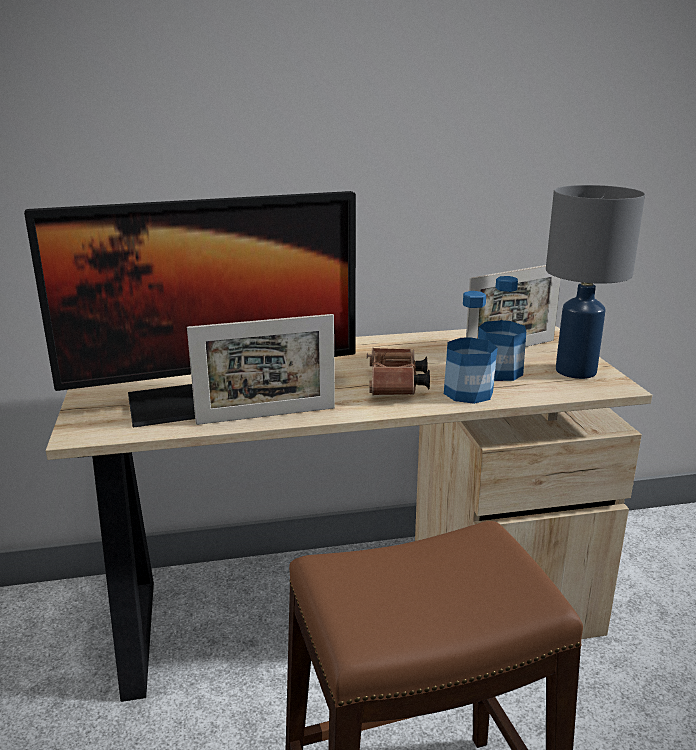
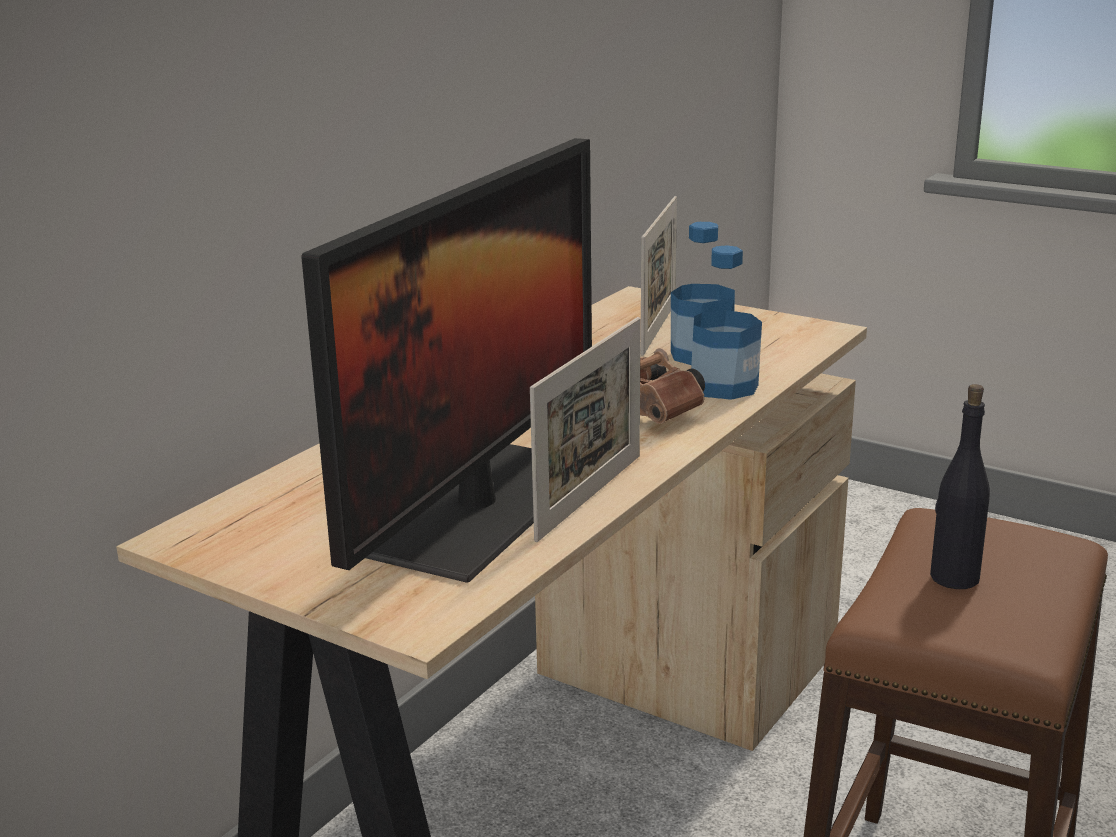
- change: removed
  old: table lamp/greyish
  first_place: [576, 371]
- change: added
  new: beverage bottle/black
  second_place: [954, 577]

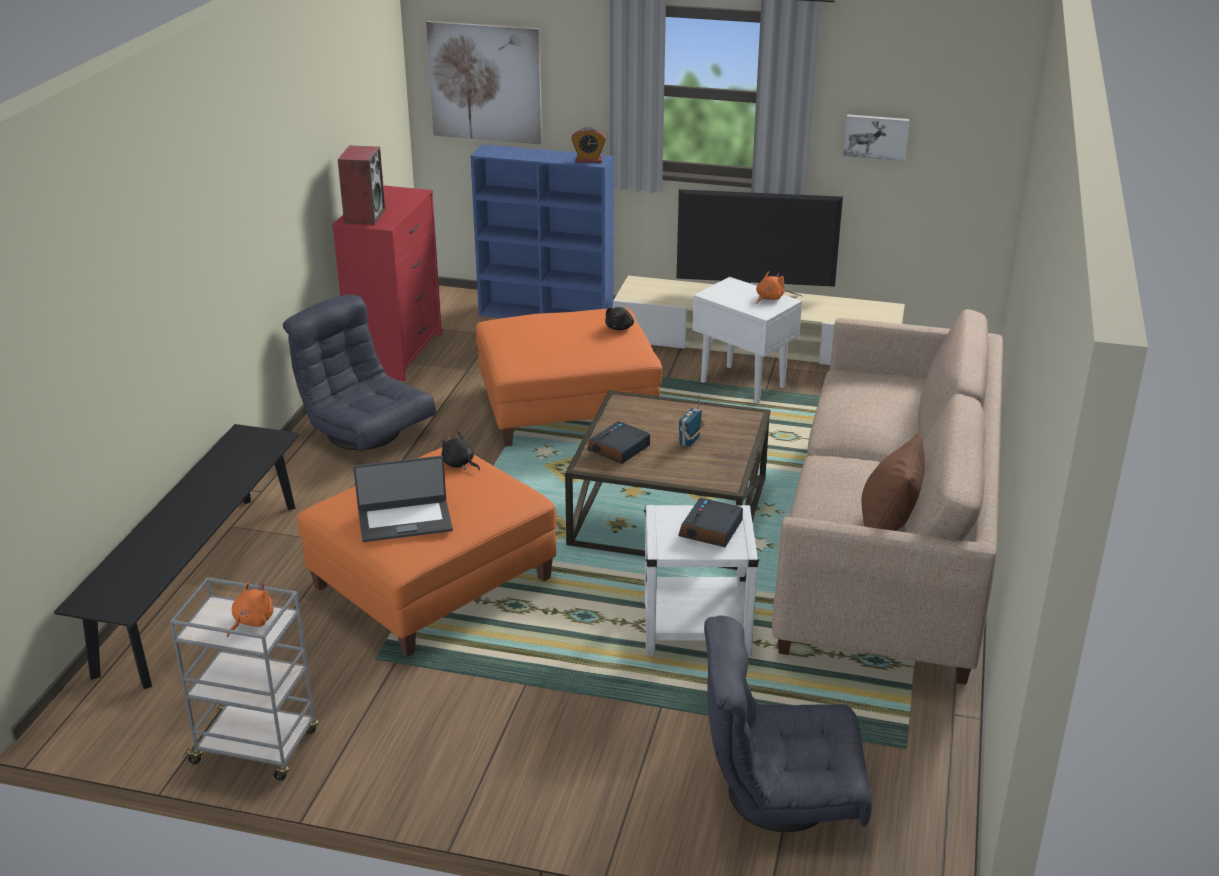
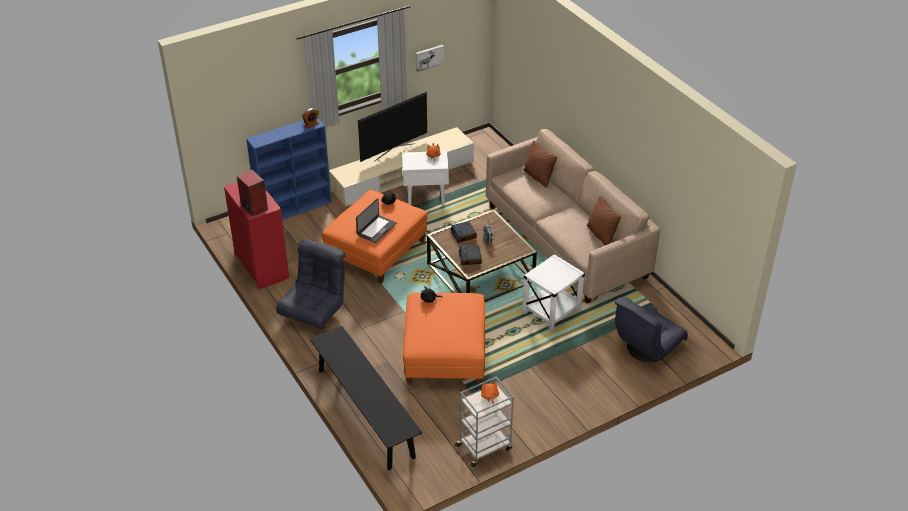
- change: removed
  old: wall art
  first_place: [485, 82]
- change: added
  new: throw pillow/brown
  second_place: [538, 177]
- change: moved
  old: notebook computer
  first_place: [405, 521]
  second_place: [376, 229]
- change: moved
  old: alarm clock
  first_place: [711, 530]
  second_place: [464, 234]
- change: turned
  old: easy chair/greyish
  first_place: [365, 432]
  second_place: [315, 311]
  degrees: 120

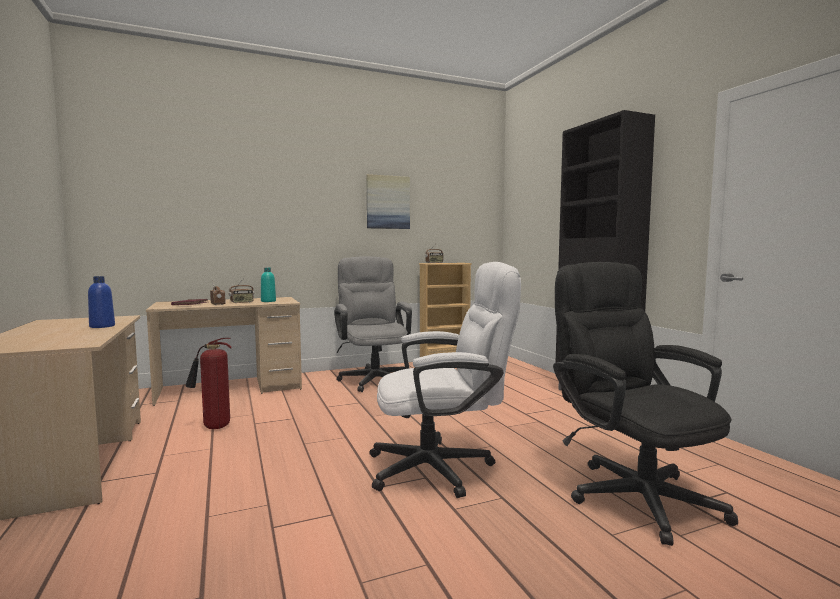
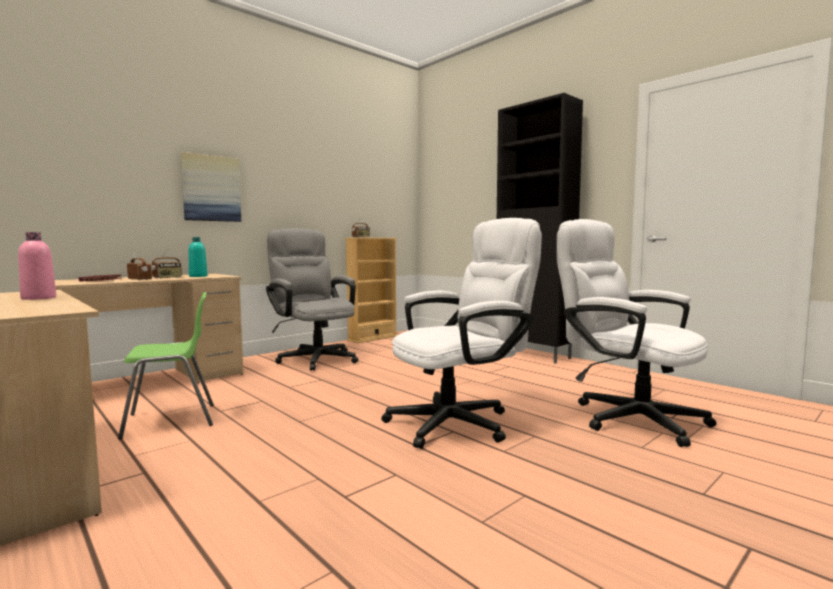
- change: moved
  old: wall art
  first_place: [388, 202]
  second_place: [211, 188]
- change: replaced
  old: extinguisher
  new: upright chair/greenish
  first_place: [213, 427]
  second_place: [171, 420]
- change: recoloured
  old: beverage bottle/blue-coloured
  new: beverage bottle/pinkish
  first_place: [102, 326]
  second_place: [38, 298]
- change: recoloured
  old: computer chair/black
  new: computer chair/white-coloured
  first_place: [632, 492]
  second_place: [627, 416]

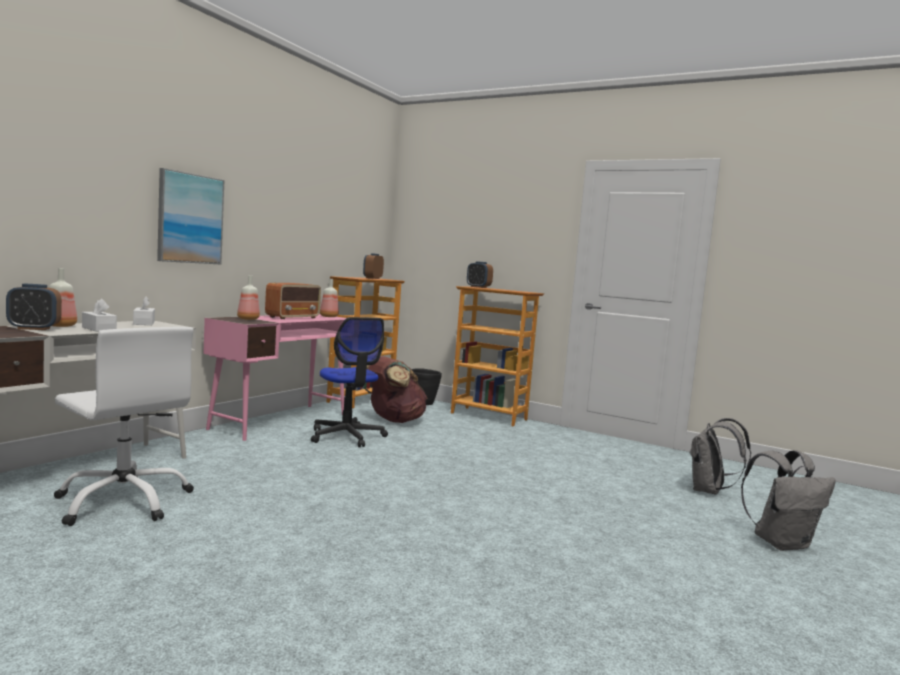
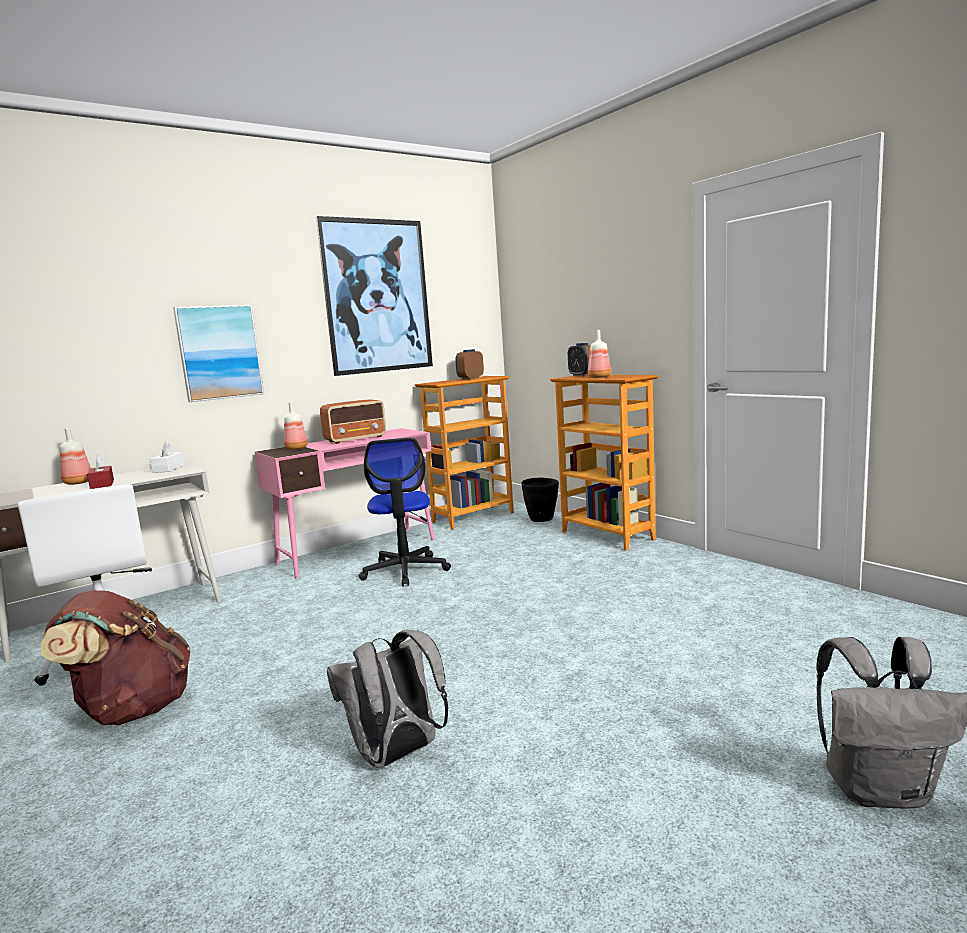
- change: removed
  old: alarm clock
  first_place: [34, 328]
- change: added
  new: wall art
  second_place: [377, 296]
- change: moved
  old: beverage bottle
  first_place: [328, 316]
  second_place: [599, 377]
- change: moved
  old: rucksack/brown
  first_place: [394, 420]
  second_place: [132, 710]
- change: moved
  old: rucksack/greyish
  first_place: [709, 491]
  second_place: [397, 755]
- change: recoloured
  old: tissue box/white-coloured
  new: tissue box/reddish
  first_place: [99, 329]
  second_place: [102, 484]

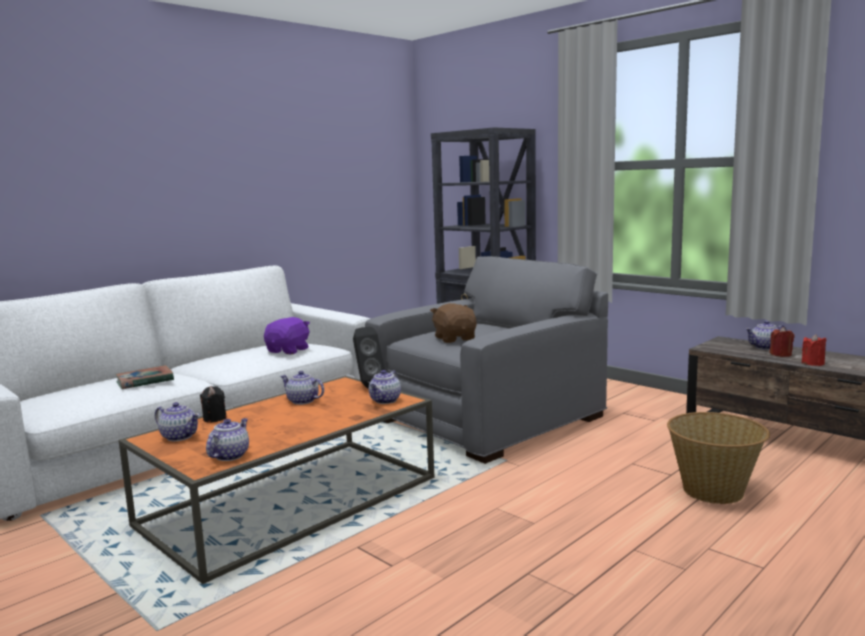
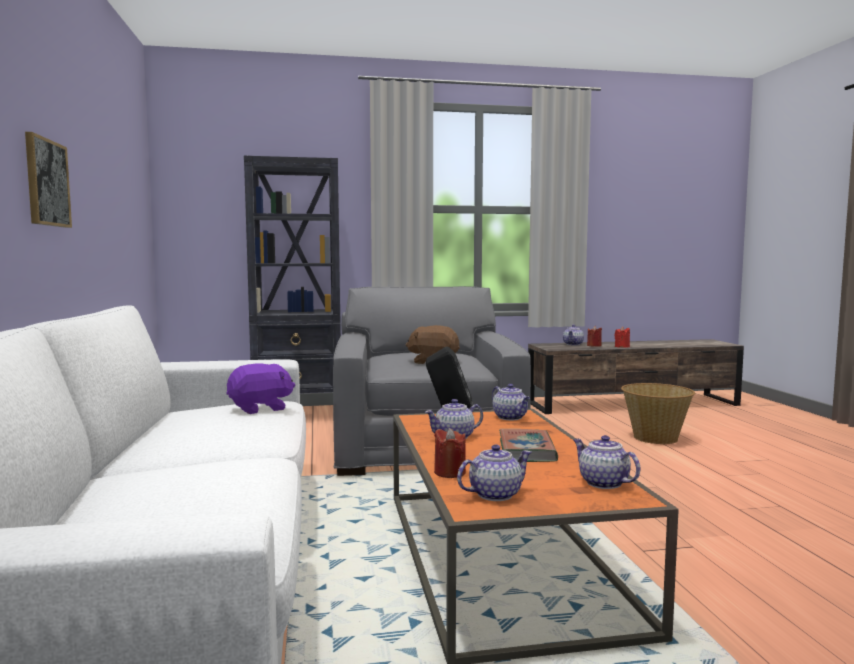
- change: added
  new: wall art
  second_place: [46, 183]
- change: moved
  old: volume
  first_place: [145, 381]
  second_place: [526, 451]
- change: recoloured
  old: candle/black
  new: candle/reddish
  first_place: [214, 418]
  second_place: [449, 472]
- change: turned
  old: cuddly toy/purplish
  first_place: [289, 350]
  second_place: [260, 409]
  degrees: 90

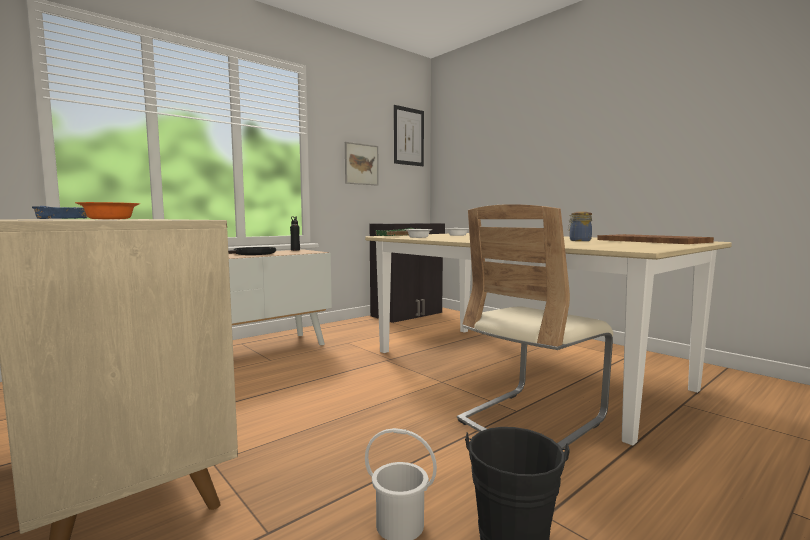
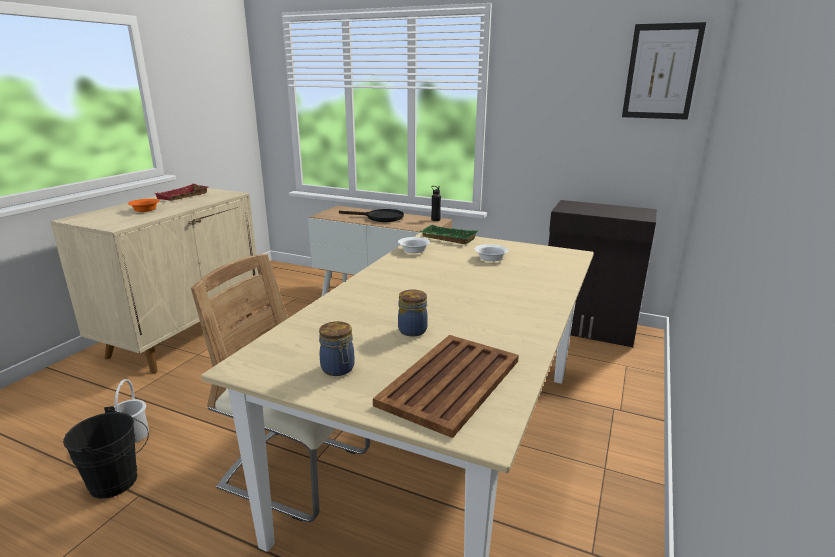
- change: removed
  old: wall art
  first_place: [361, 164]
- change: added
  new: jar
  second_place: [338, 369]
- change: recoloured
  old: carrying tray/blue-coloured
  new: carrying tray/reddish
  first_place: [68, 218]
  second_place: [183, 196]

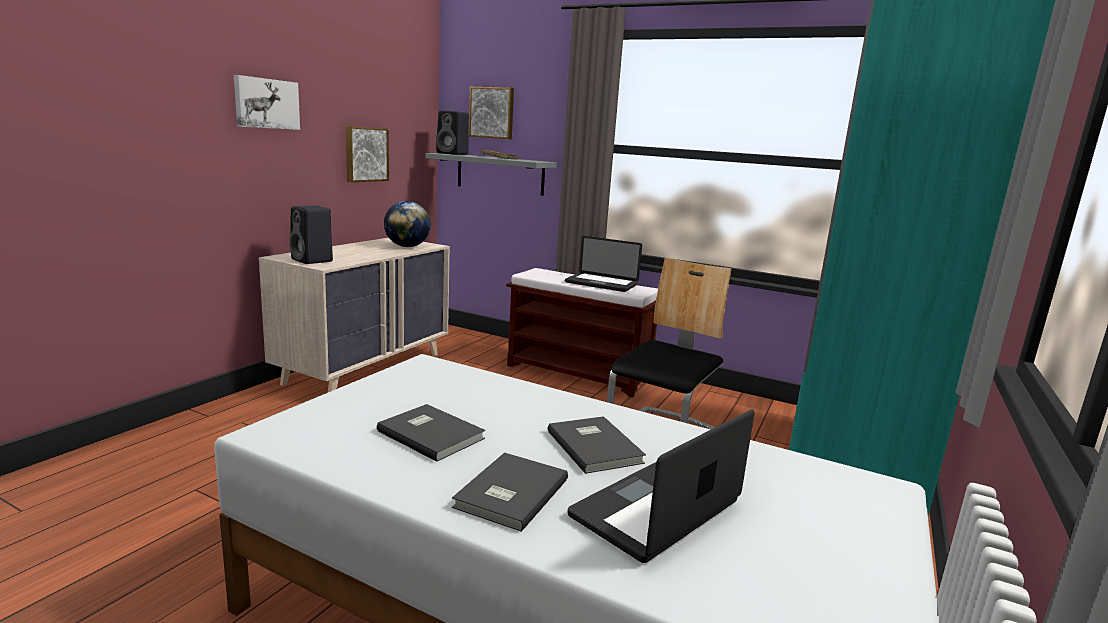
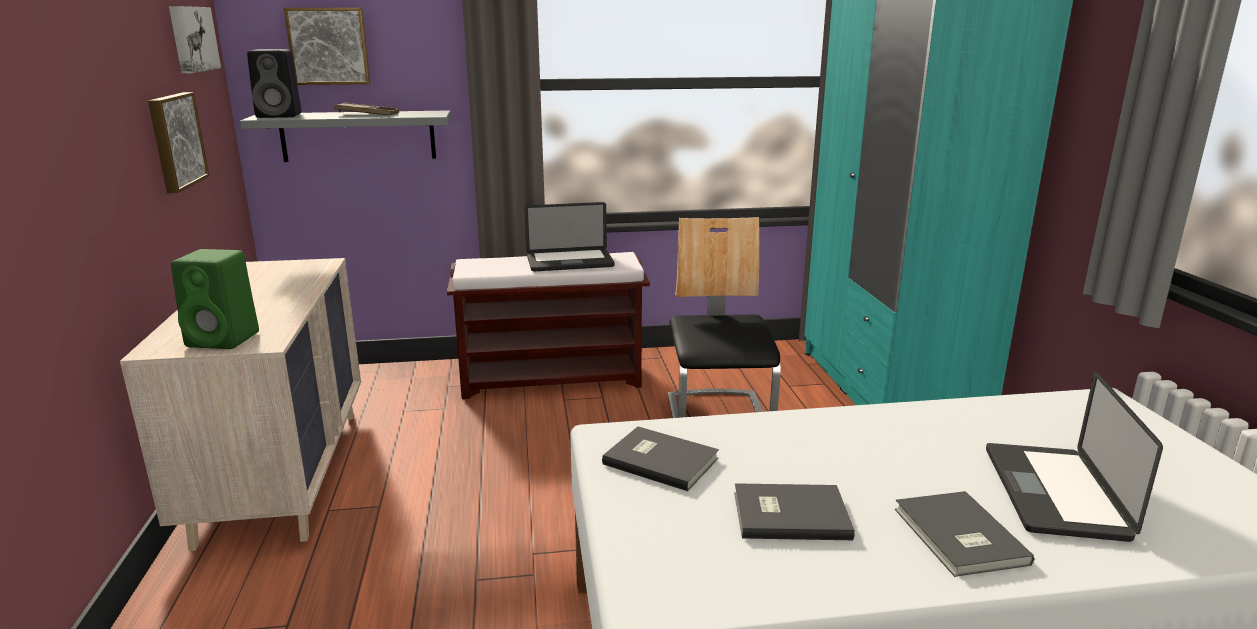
- change: removed
  old: world globe
  first_place: [407, 246]
- change: moved
  old: wall art
  first_place: [266, 103]
  second_place: [191, 39]
- change: moved
  old: volume/greyish
  first_place: [596, 446]
  second_place: [660, 459]
- change: recoloured
  old: audio speaker/black
  new: audio speaker/greenish
  first_place: [313, 260]
  second_place: [225, 339]

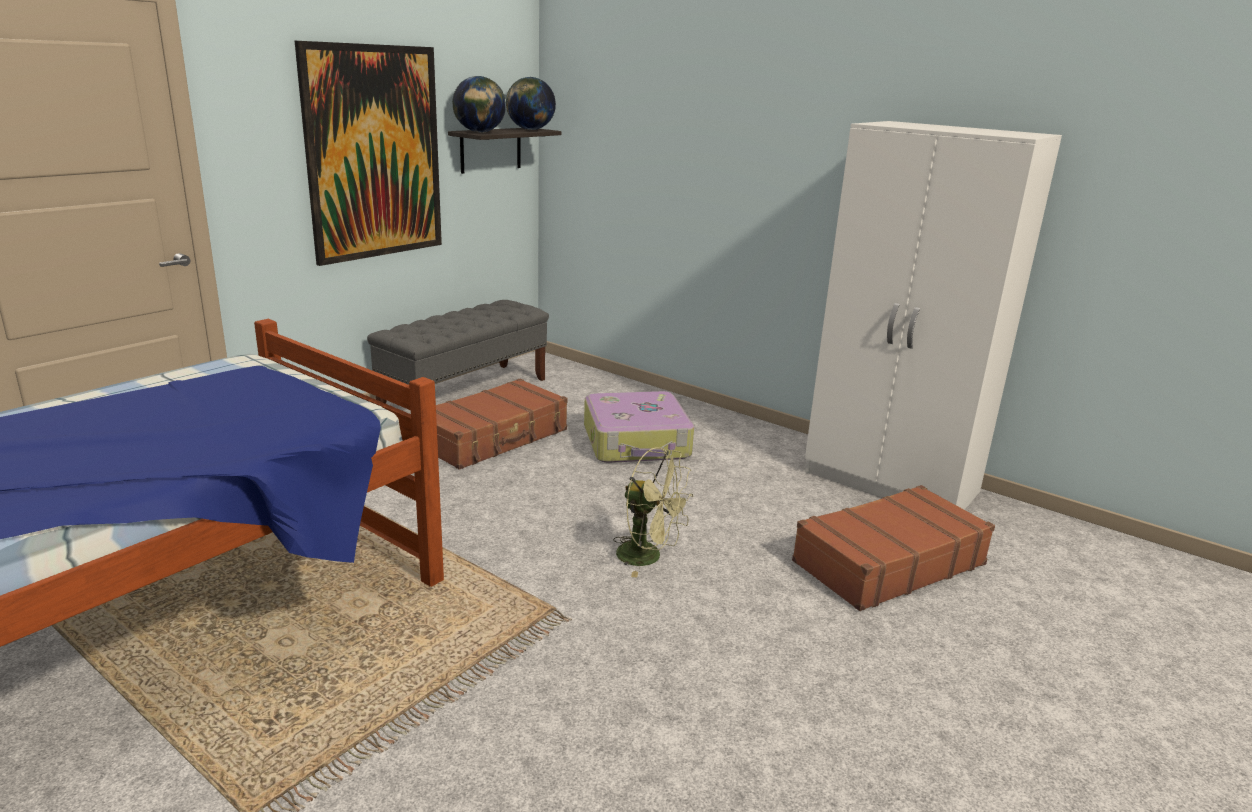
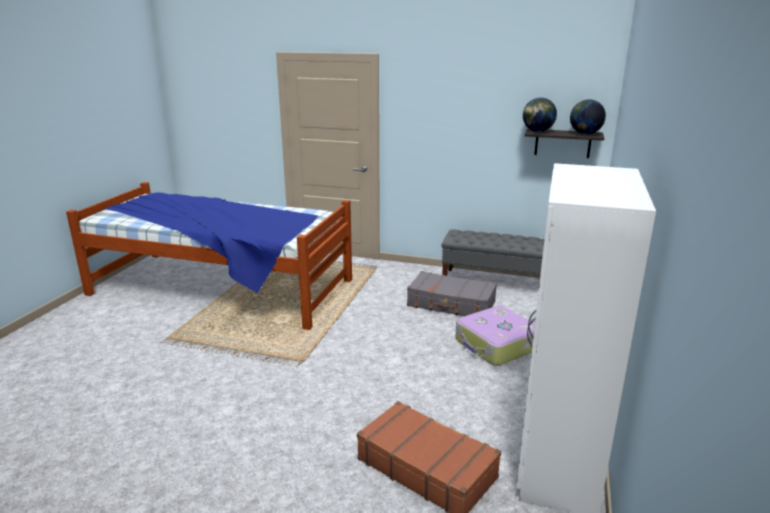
- change: removed
  old: wall art
  first_place: [374, 153]
- change: removed
  old: electric fan/greenish
  first_place: [648, 557]
- change: recoloured
  old: suitcase/brown
  new: suitcase/greyish
  first_place: [493, 438]
  second_place: [451, 304]

